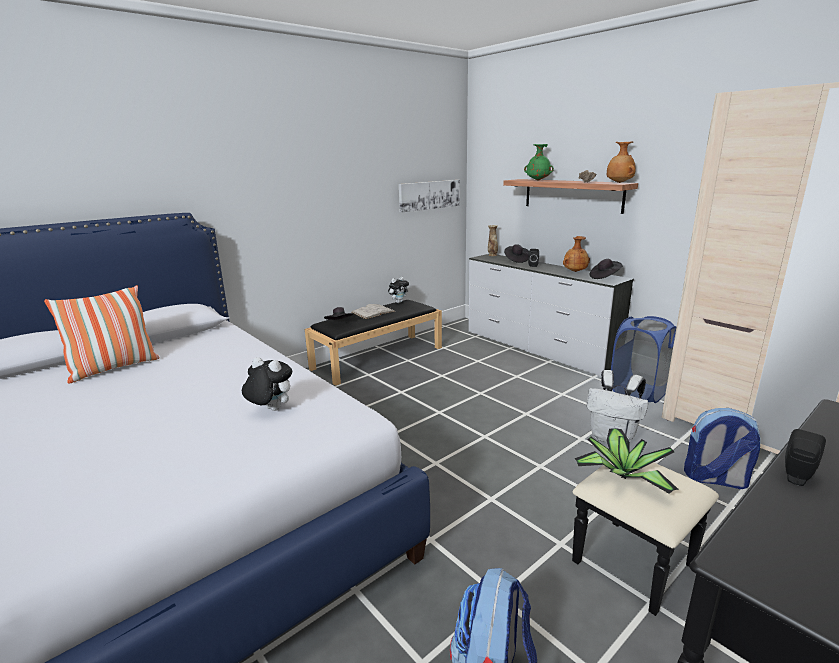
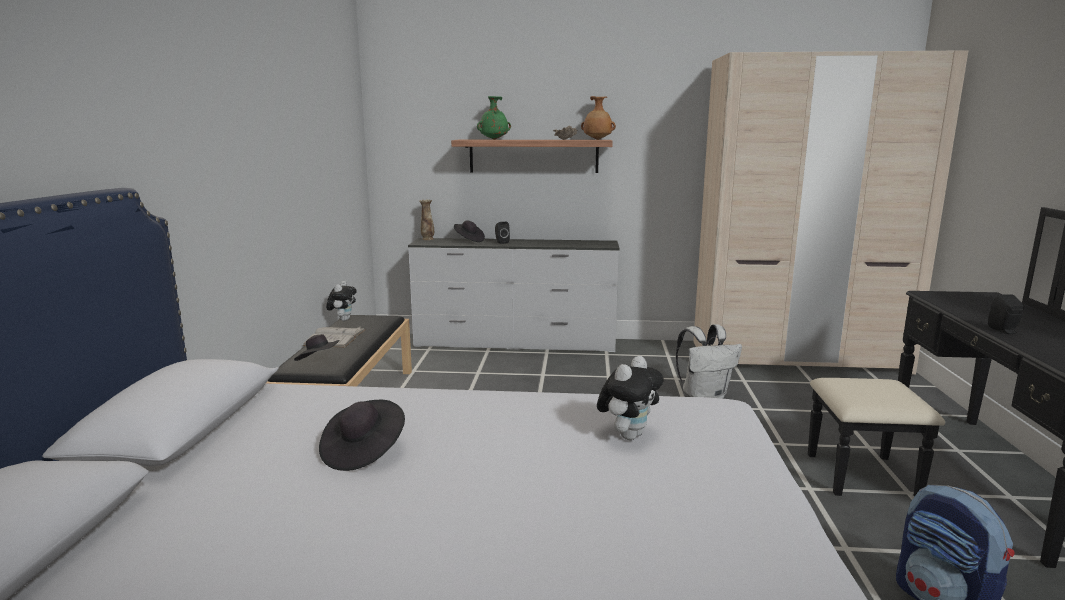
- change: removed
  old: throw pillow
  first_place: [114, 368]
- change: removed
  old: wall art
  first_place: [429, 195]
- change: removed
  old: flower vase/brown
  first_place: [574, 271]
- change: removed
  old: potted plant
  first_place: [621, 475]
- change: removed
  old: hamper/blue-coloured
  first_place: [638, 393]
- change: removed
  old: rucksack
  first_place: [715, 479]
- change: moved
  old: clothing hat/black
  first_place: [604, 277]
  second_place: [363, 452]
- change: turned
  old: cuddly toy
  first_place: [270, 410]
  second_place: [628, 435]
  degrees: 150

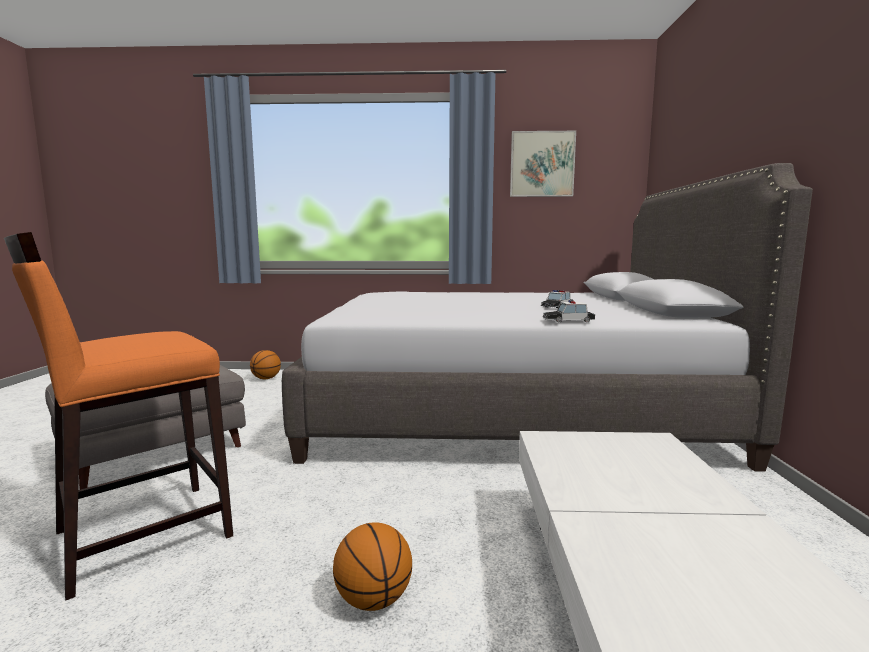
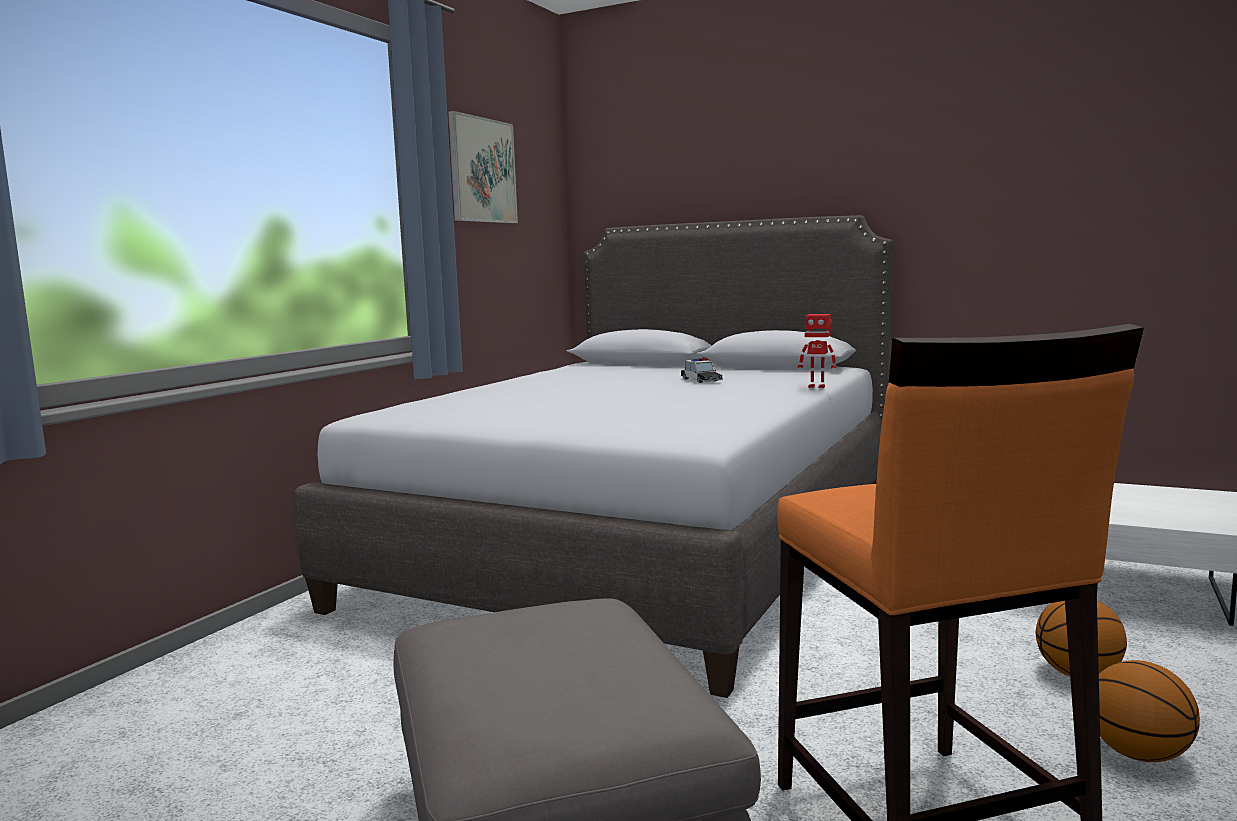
- change: moved
  old: basketball ball
  first_place: [266, 378]
  second_place: [1138, 755]
- change: replaced
  old: miniature car
  new: model robot
  first_place: [568, 320]
  second_place: [817, 387]

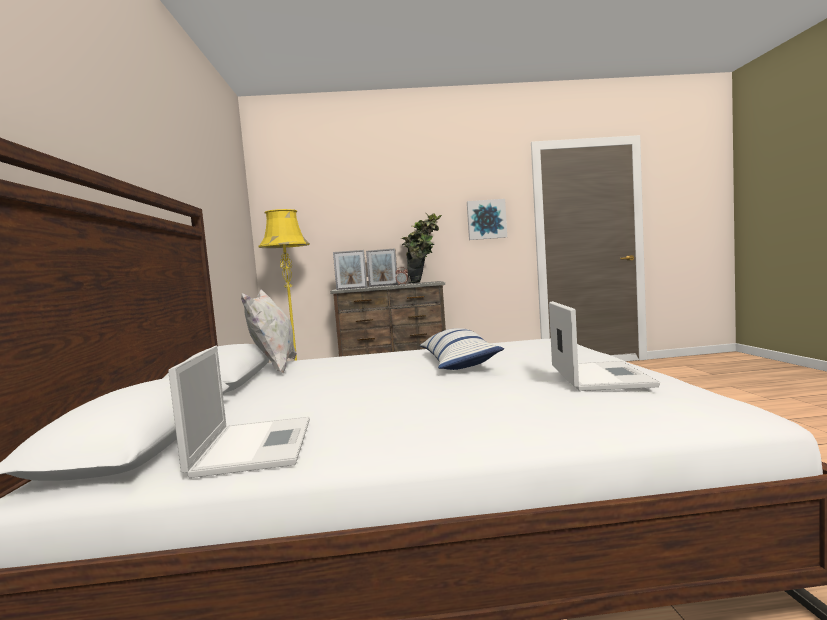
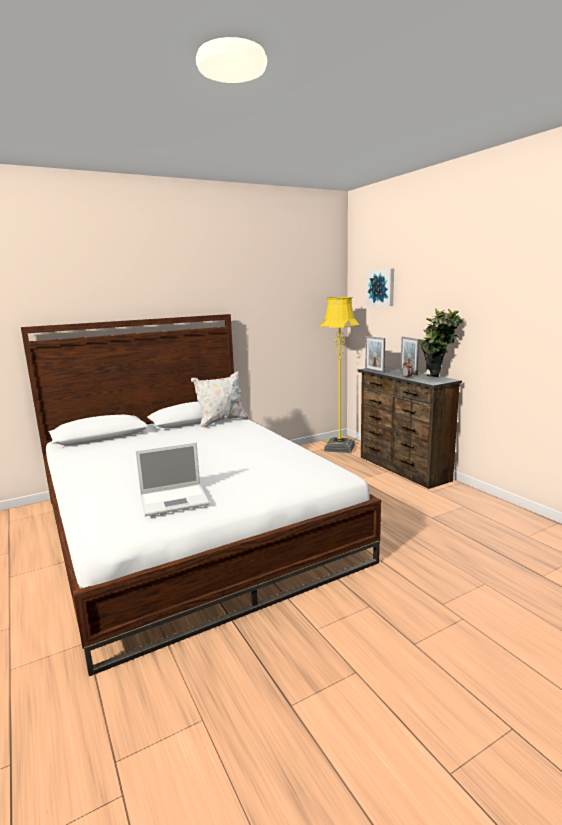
- change: removed
  old: notebook computer
  first_place: [254, 445]
- change: removed
  old: throw pillow
  first_place: [457, 362]
- change: moved
  old: wall art
  first_place: [486, 219]
  second_place: [381, 287]

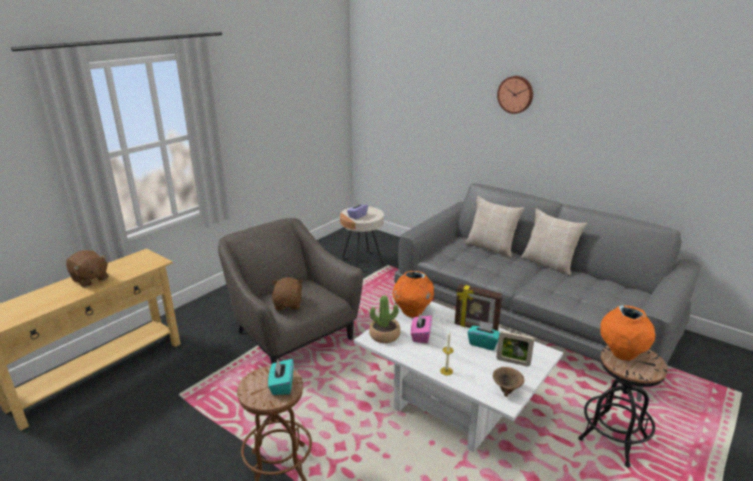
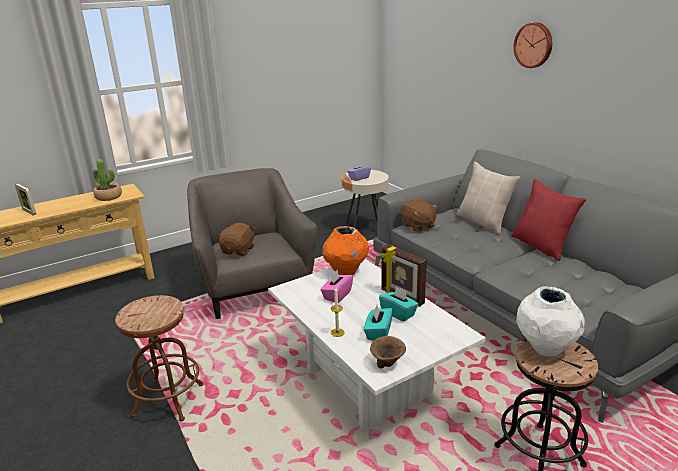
- change: moved
  old: cuddly toy/brown
  first_place: [90, 279]
  second_place: [418, 226]
- change: moved
  old: tissue box/turquoise
  first_place: [282, 385]
  second_place: [378, 333]
- change: moved
  old: potted plant
  first_place: [384, 335]
  second_place: [109, 197]
- change: moved
  old: standing frame
  first_place: [513, 362]
  second_place: [29, 212]
- change: recoloured
  old: throw pillow/beige
  new: throw pillow/reddish
  first_place: [548, 264]
  second_place: [541, 246]
- change: recoloured
  old: flower vase/orange
  new: flower vase/white-coloured
  first_place: [622, 354]
  second_place: [545, 349]

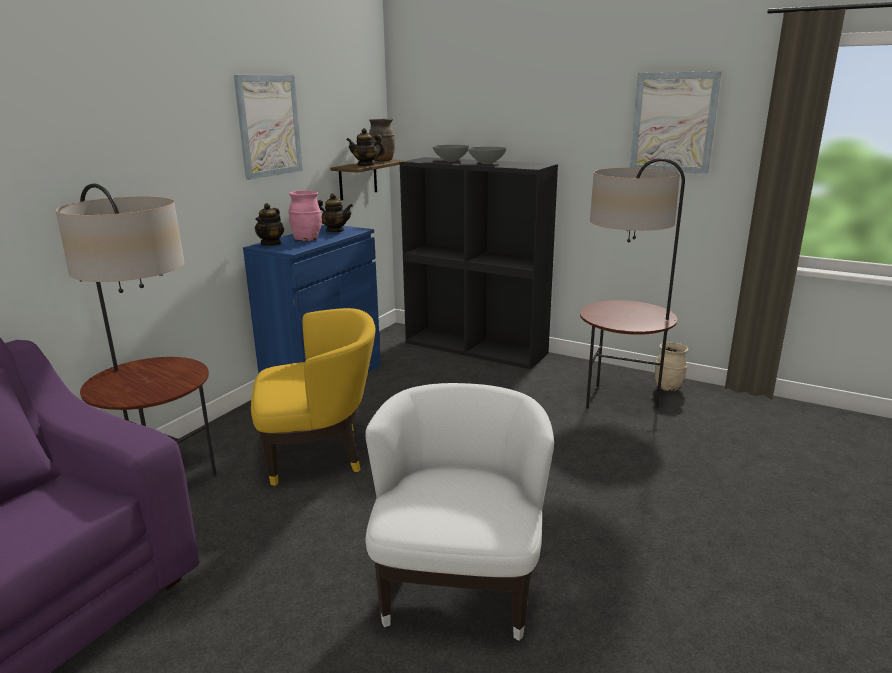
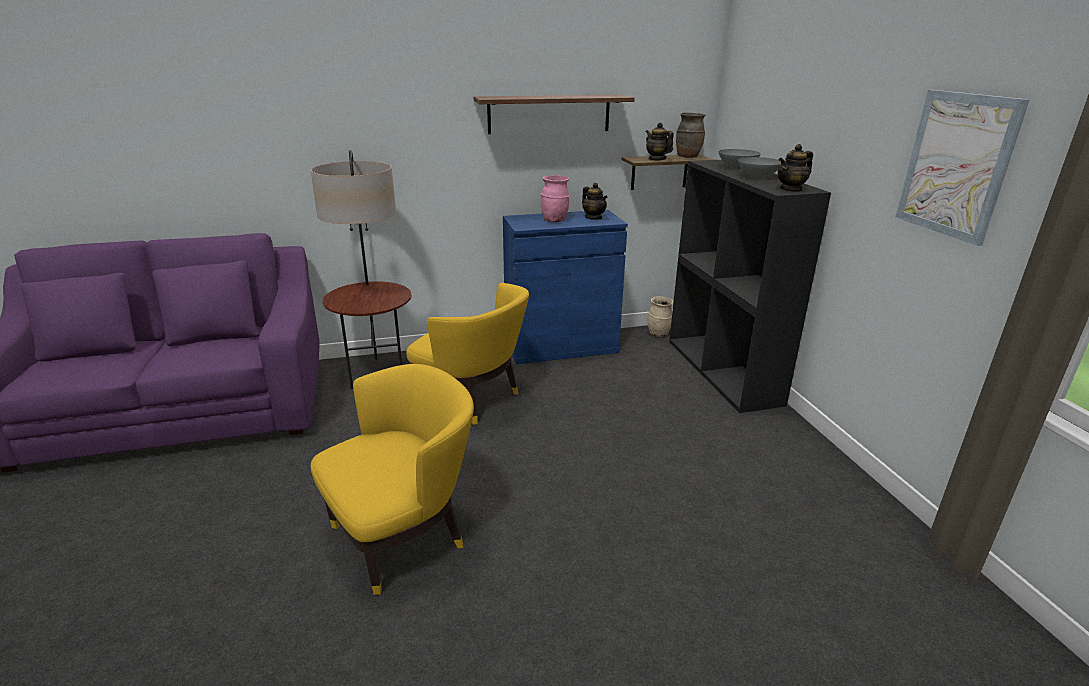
- change: removed
  old: standard lamp
  first_place: [619, 401]
- change: moved
  old: pot for tea
  first_place: [271, 243]
  second_place: [791, 189]
- change: moved
  old: flower vase/beige
  first_place: [668, 388]
  second_place: [659, 334]
- change: replaced
  old: wall art
  new: wall shelf
  first_place: [269, 126]
  second_place: [549, 114]
- change: recoloured
  old: easy chair/white-coloured
  new: easy chair/yellowish
  first_place: [459, 585]
  second_place: [403, 536]

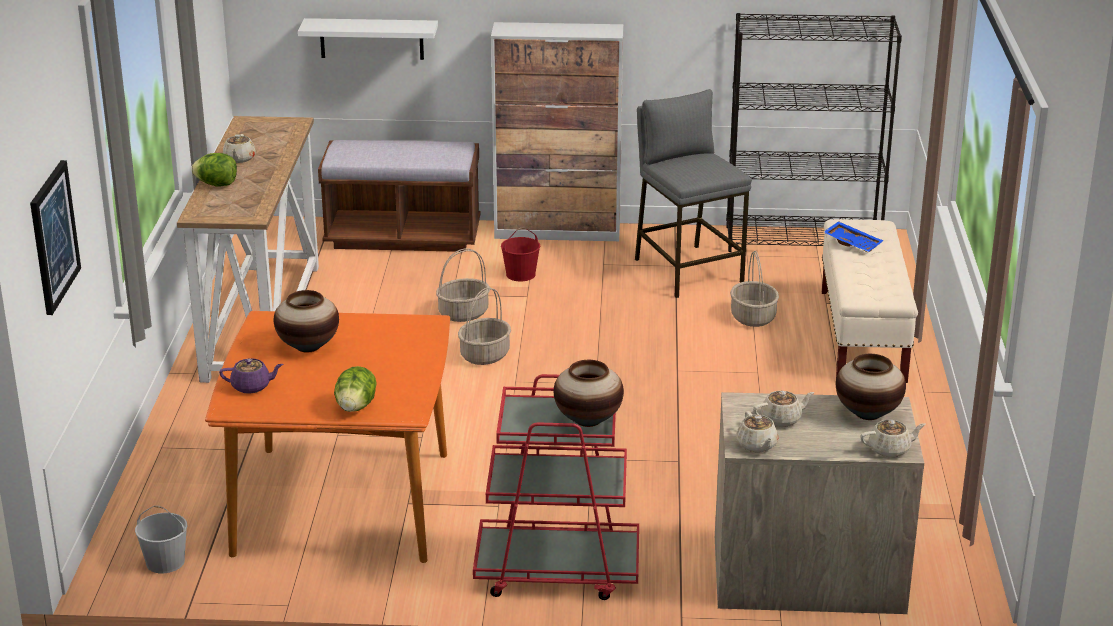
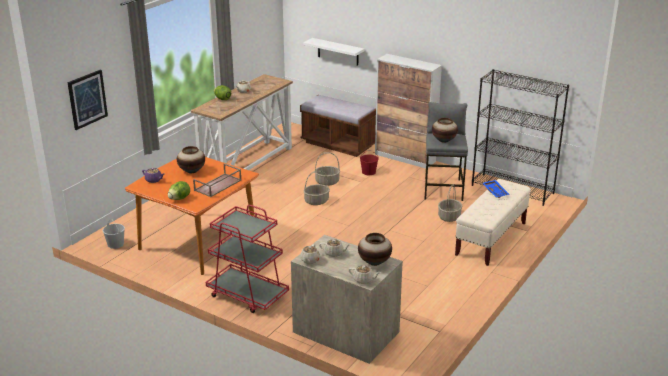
- change: added
  new: carrying tray/brown
  second_place: [218, 185]
- change: moved
  old: flower vase
  first_place: [587, 420]
  second_place: [443, 140]

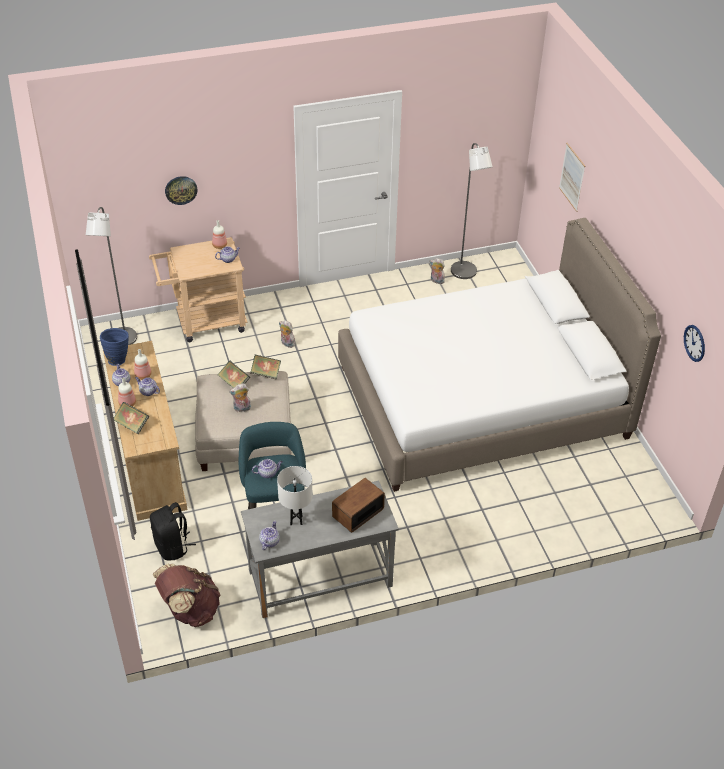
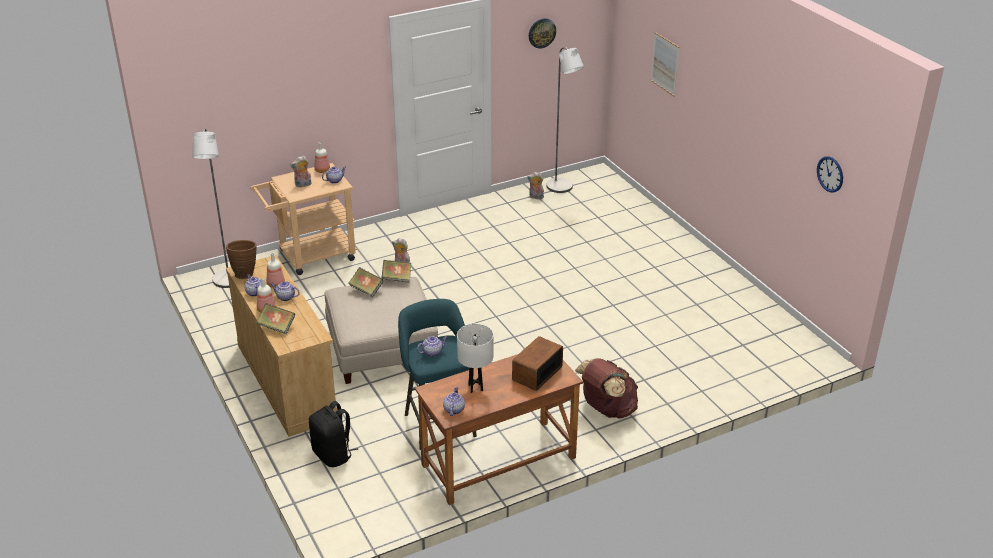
- change: removed
  old: bedroom bed/white-coloured
  first_place: [481, 401]
- change: moved
  old: rucksack/brown
  first_place: [190, 610]
  second_place: [607, 409]
- change: moved
  old: hanging clock
  first_place: [181, 190]
  second_place: [541, 33]
- change: moved
  old: cuddly toy
  first_place: [242, 409]
  second_place: [303, 185]
- change: recoloured
  old: flower vase/blue-coloured
  new: flower vase/brown
  first_place: [118, 359]
  second_place: [244, 274]
- change: recoloured
  old: desk/greyish
  new: desk/brown
  first_place: [320, 579]
  second_place: [499, 462]

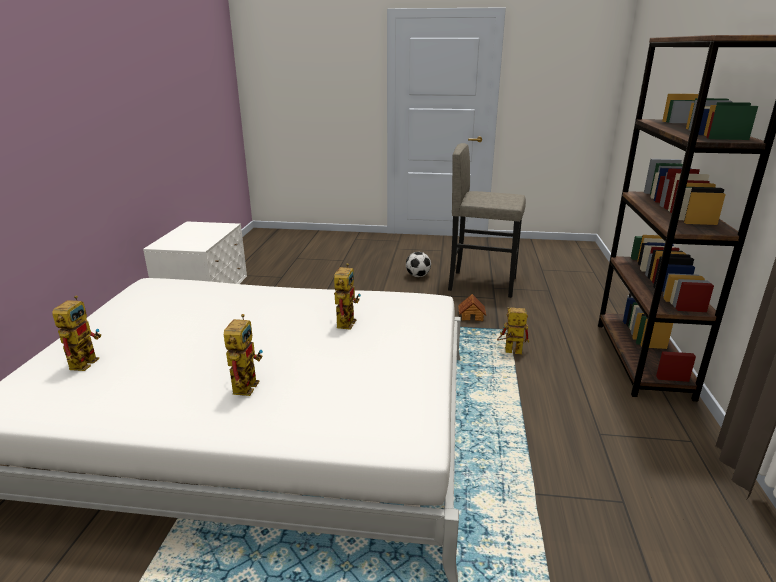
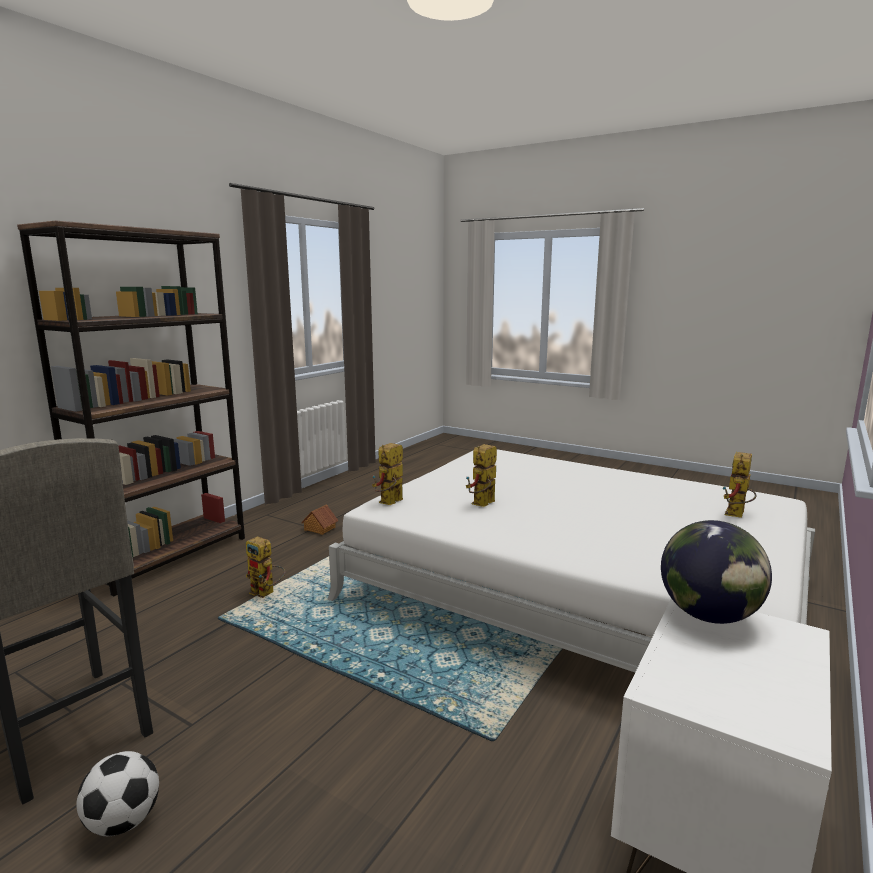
- change: added
  new: world globe
  second_place: [709, 616]
- change: moved
  old: model robot
  first_place: [245, 383]
  second_place: [389, 503]
- change: moved
  old: toy house
  first_place: [471, 316]
  second_place: [319, 528]

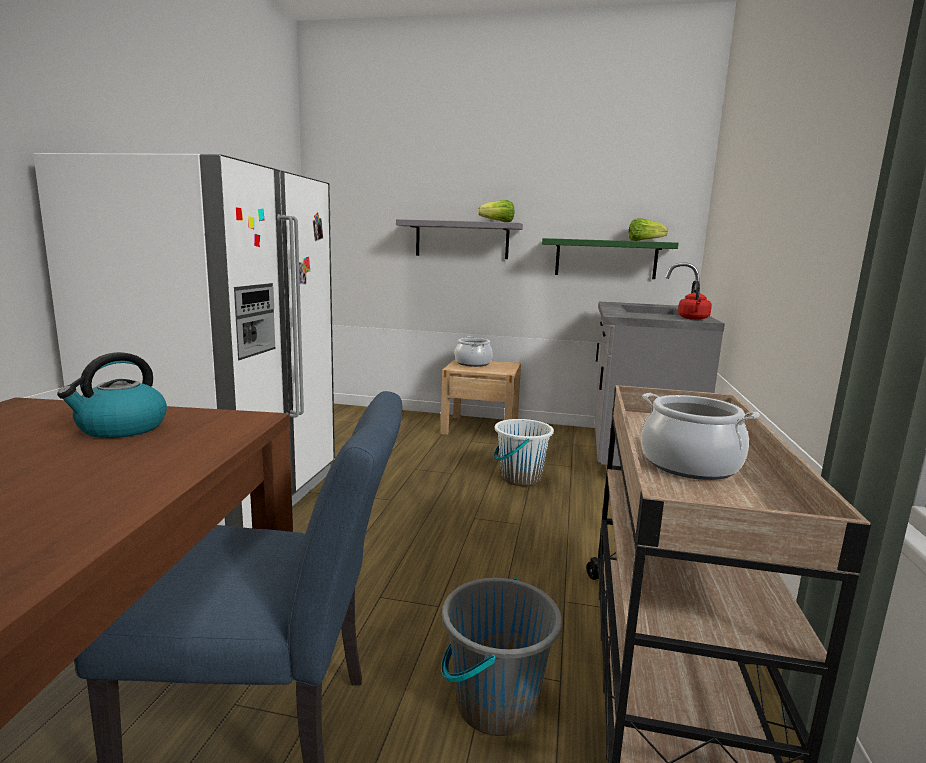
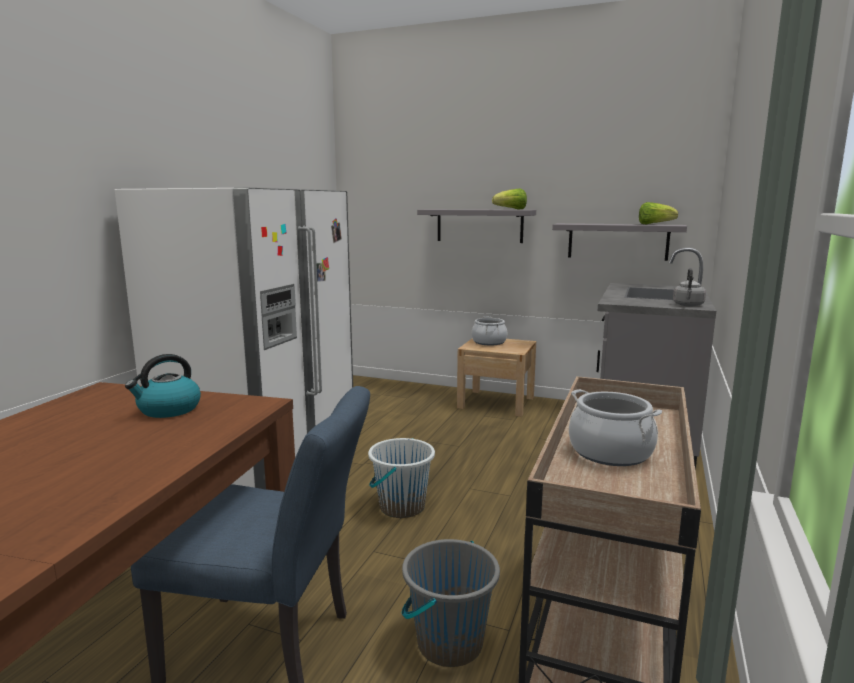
- change: moved
  old: pail/white-coloured
  first_place: [520, 478]
  second_place: [401, 507]
- change: recoloured
  old: wall shelf/greenish
  new: wall shelf/greyish
  first_place: [605, 259]
  second_place: [617, 241]
- change: recoloured
  old: kettle/reddish
  new: kettle/greyish
  first_place: [693, 319]
  second_place: [688, 305]

